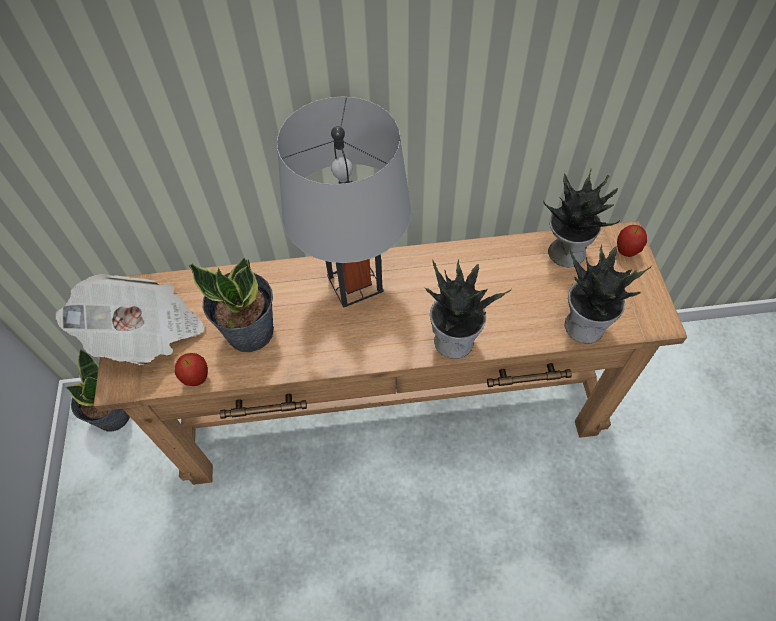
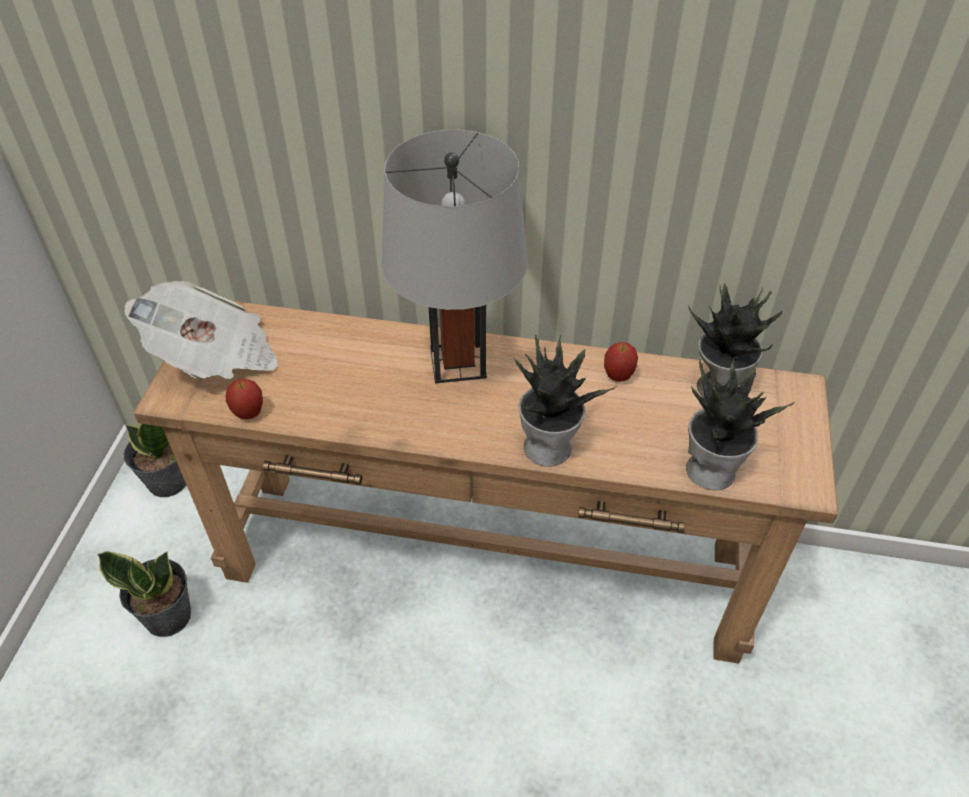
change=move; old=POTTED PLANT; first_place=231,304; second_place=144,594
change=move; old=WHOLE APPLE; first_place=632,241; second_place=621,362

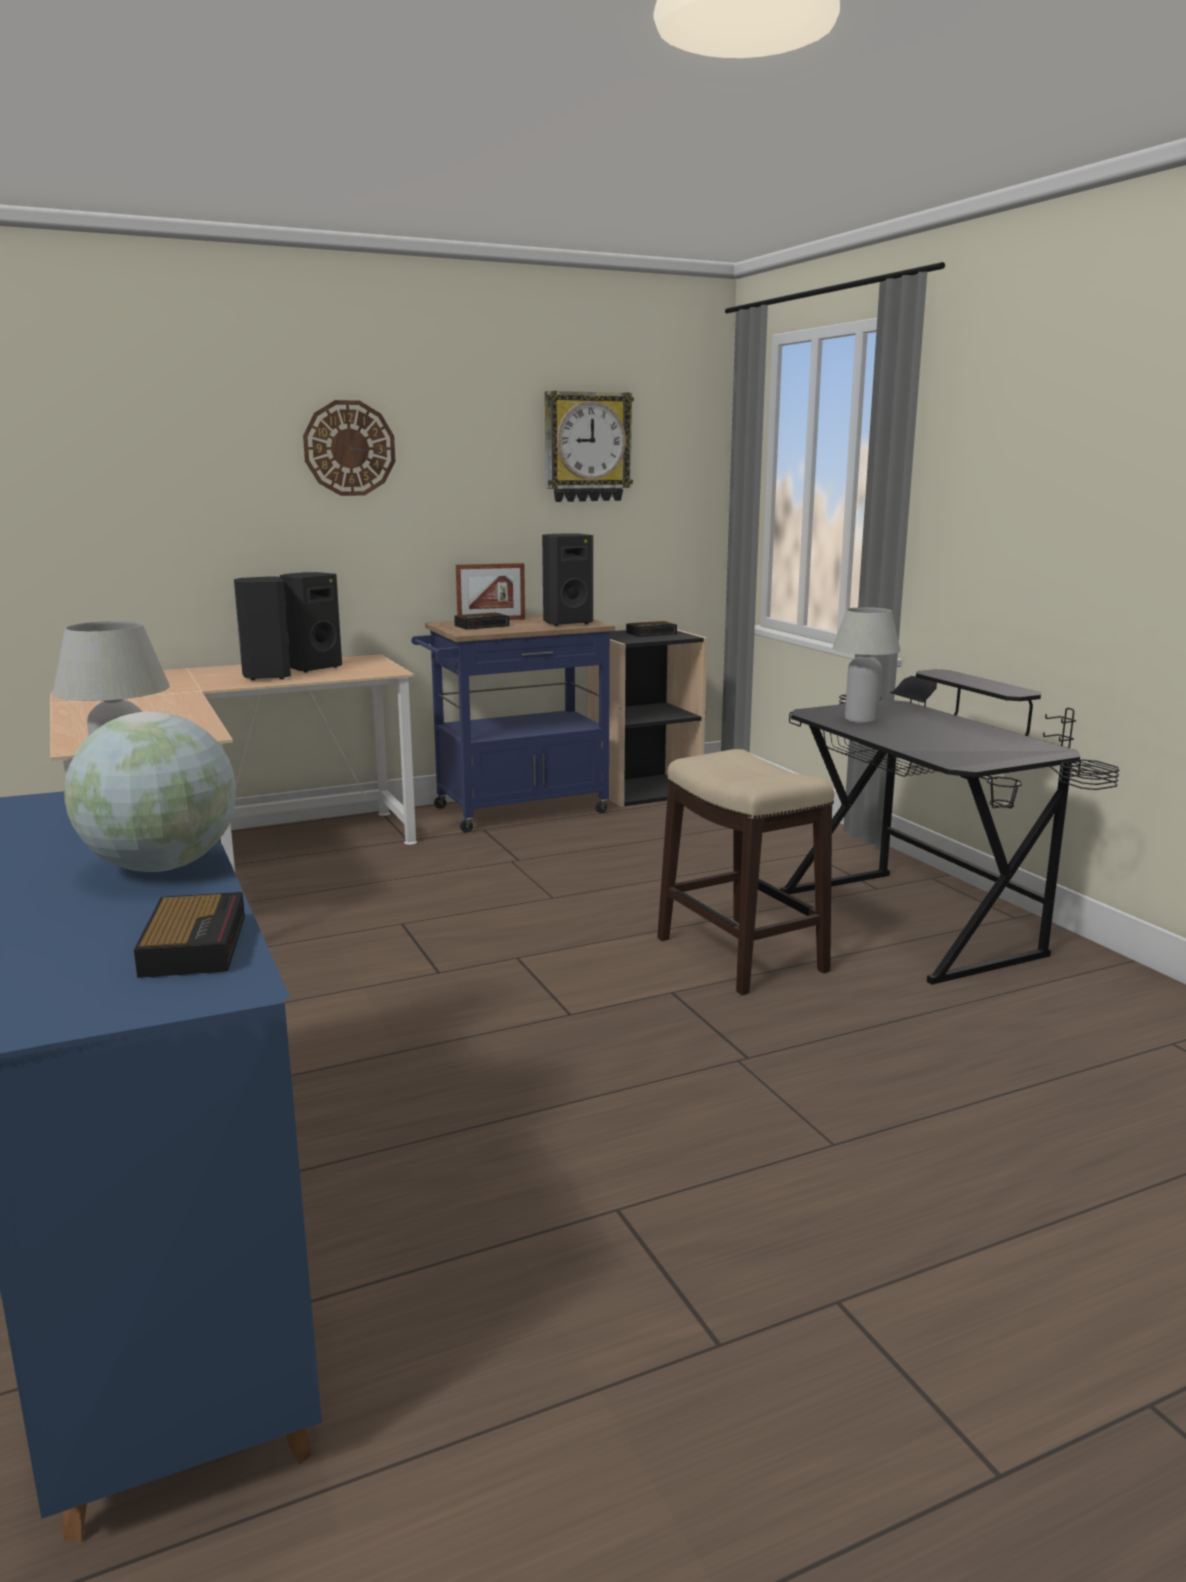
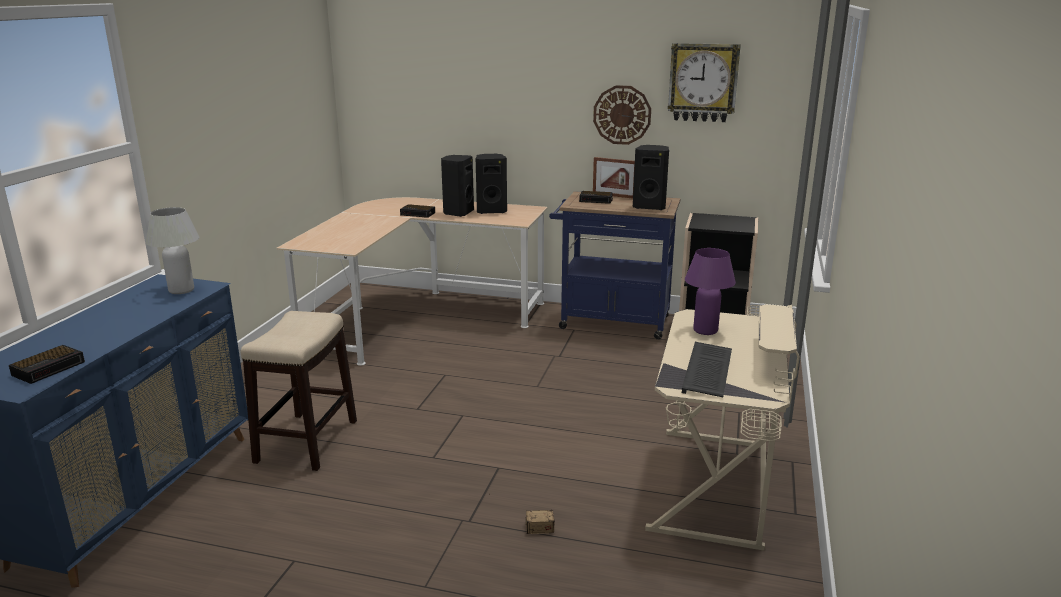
change=delete; old=WORLD GLOBE; first_place=149,792
change=insert; new=STORAGE CONTAINER; second_place=522,513
change=insert; new=PC KEYBOARD; second_place=707,369
change=move; old=CLOCK ON THE WALL; first_place=349,448; second_place=622,115
change=move; old=BEDSIDE CLOCK; first_place=651,629; second_place=417,211
change=move; old=SITTING STOOL; first_place=745,872; second_place=299,391
change=recolor; old=BLACKISH DESK UNIT; new=BEIGE-COLOURED DESK UNIT; first_place=950,827; second_place=722,427
change=recolor; old=WHITE LAMP FOR A TABLE; new=PURPLE-COLOURED LAMP FOR A TABLE; first_place=866,665; second_place=710,291

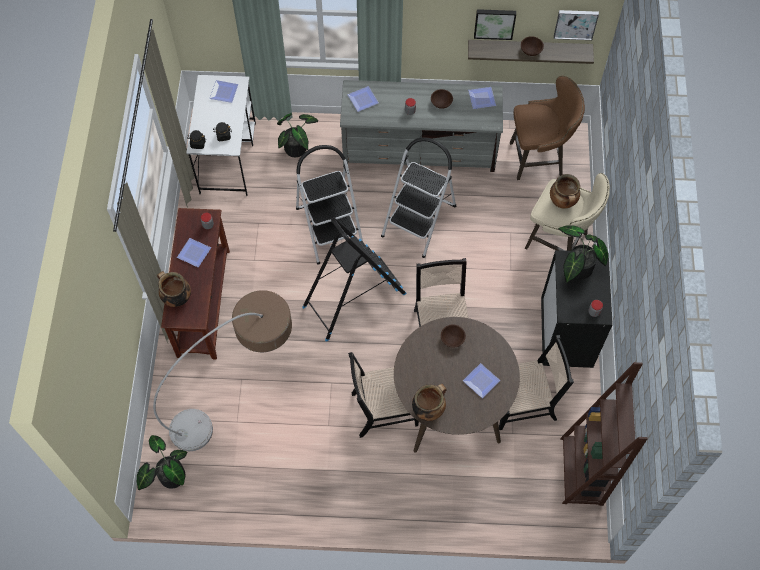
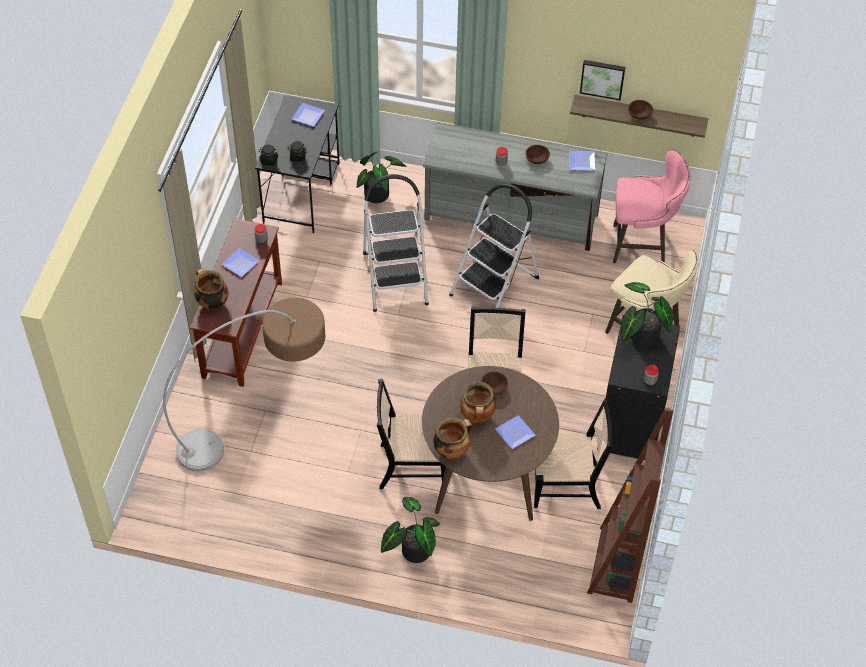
change=delete; old=BLACKISH STEP STOOL; first_place=354,279
change=delete; old=FLAT DISH; first_place=363,99
change=delete; old=PICTURE; first_place=576,25
change=move; old=POTTED PLANT; first_place=162,462; second_place=410,530
change=move; old=SAUCEPOT; first_place=565,191; second_place=478,402
change=recolor; old=WHITE DESK UNIT; new=BLACKISH DESK UNIT; first_place=221,135; second_place=297,164
change=recolor; old=BROWN-COLOURED SITTING STOOL; new=PINKISH SITTING STOOL; first_place=547,128; second_place=652,206

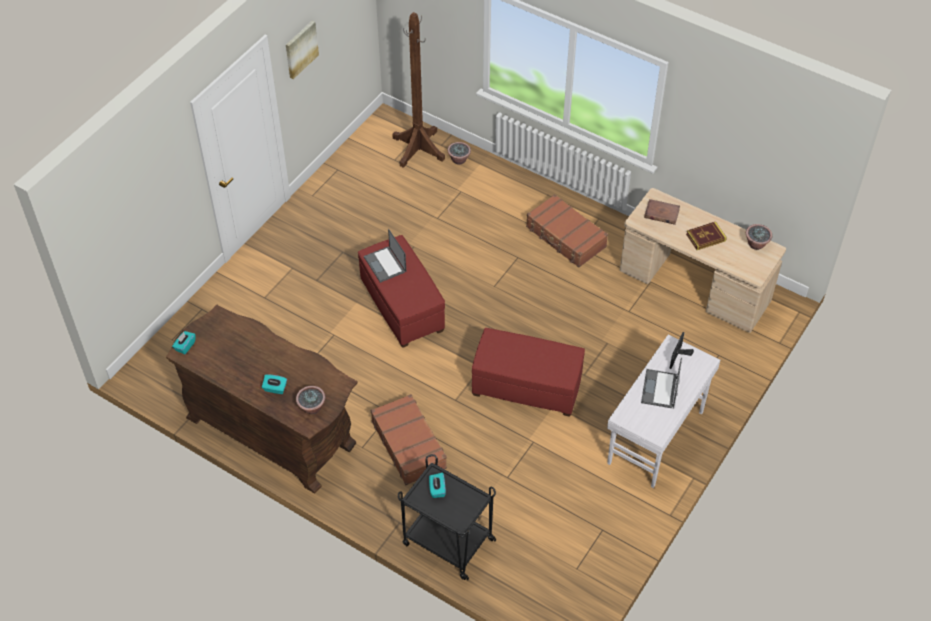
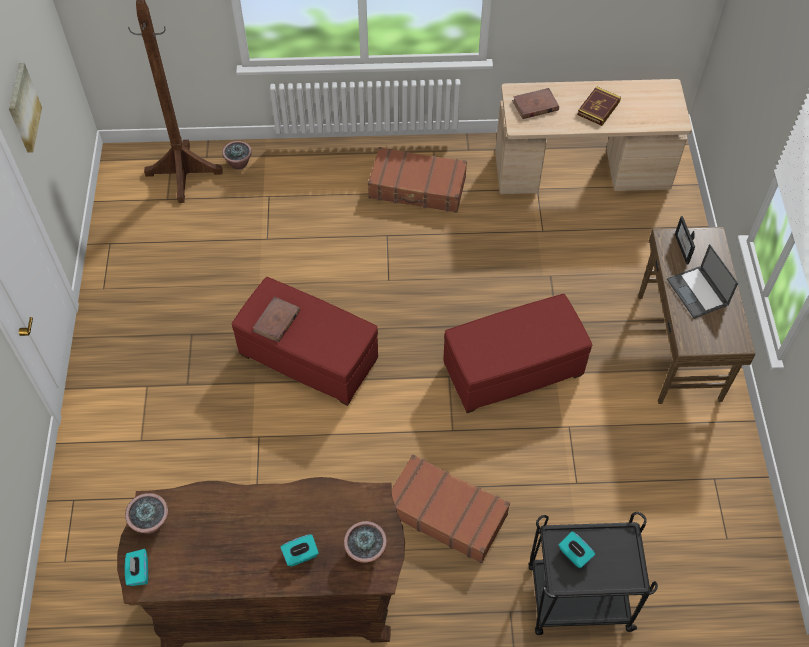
change=move; old=POTTED PLANT; first_place=759,237; second_place=146,513
change=replace; old=LAPTOP; new=BROWN-COLOURED BOOK; first_place=385,256; second_place=276,319
change=recolor; old=WHITE CONSOLE TABLE; new=BROWN-COLOURED CONSOLE TABLE; first_place=663,411; second_place=696,315

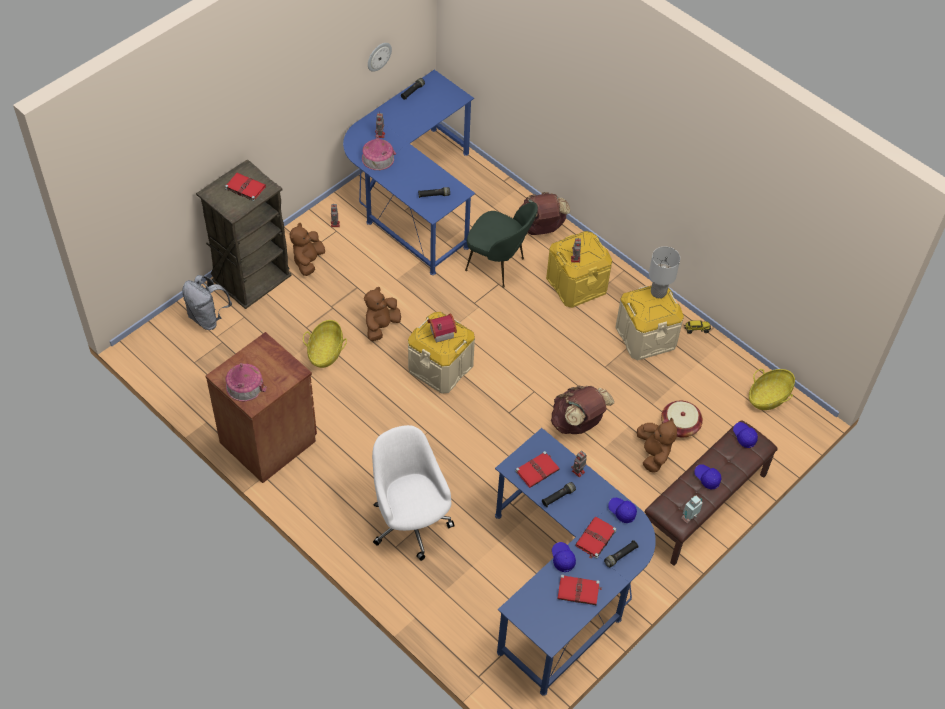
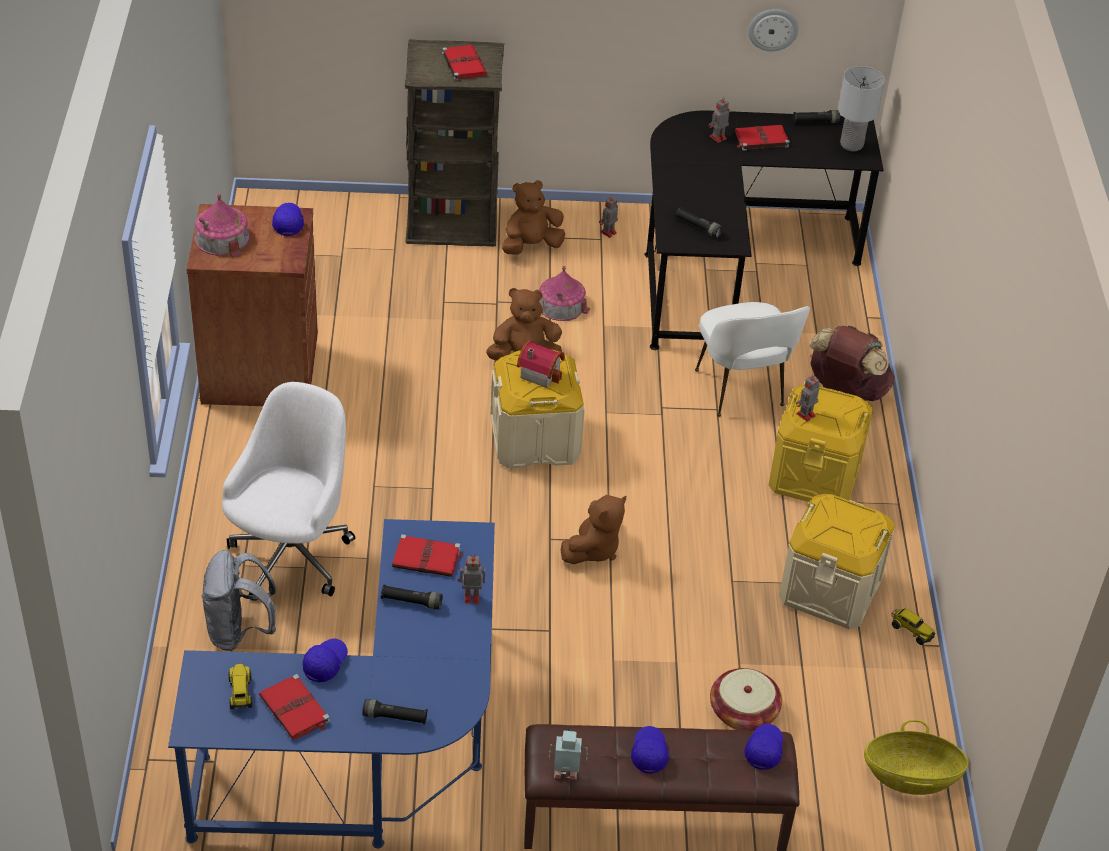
change=delete; old=STORAGE BASKET; first_place=325,344
change=delete; old=BROWN-COLOURED BACKPACK; first_place=582,409
change=insert; new=TOY TRUCK; second_place=241,686
change=move; old=GREYISH BACKPACK; first_place=207,302; second_place=239,600
change=move; old=MINIATURE HOUSE; first_place=379,152; second_place=564,293
change=move; old=REDDISH BOOK; first_place=596,538; second_place=762,138
change=move; old=BLUISH PEAKED CAP; first_place=622,510; second_place=288,219
change=move; old=BROWN-COLOURED PLUSH TOY; first_place=657,445; second_place=593,529
change=move; old=GREYISH LAMP FOR A TABLE; first_place=664,272; second_place=861,109
change=recolor; old=BLUISH DESK UNIT; new=BLACKISH DESK UNIT; first_place=409,172; second_place=763,230
change=recolor; old=GREEN-COLOURED PLAIN CHAIR; new=WHITE PLAIN CHAIR; first_place=501,245; second_place=752,359

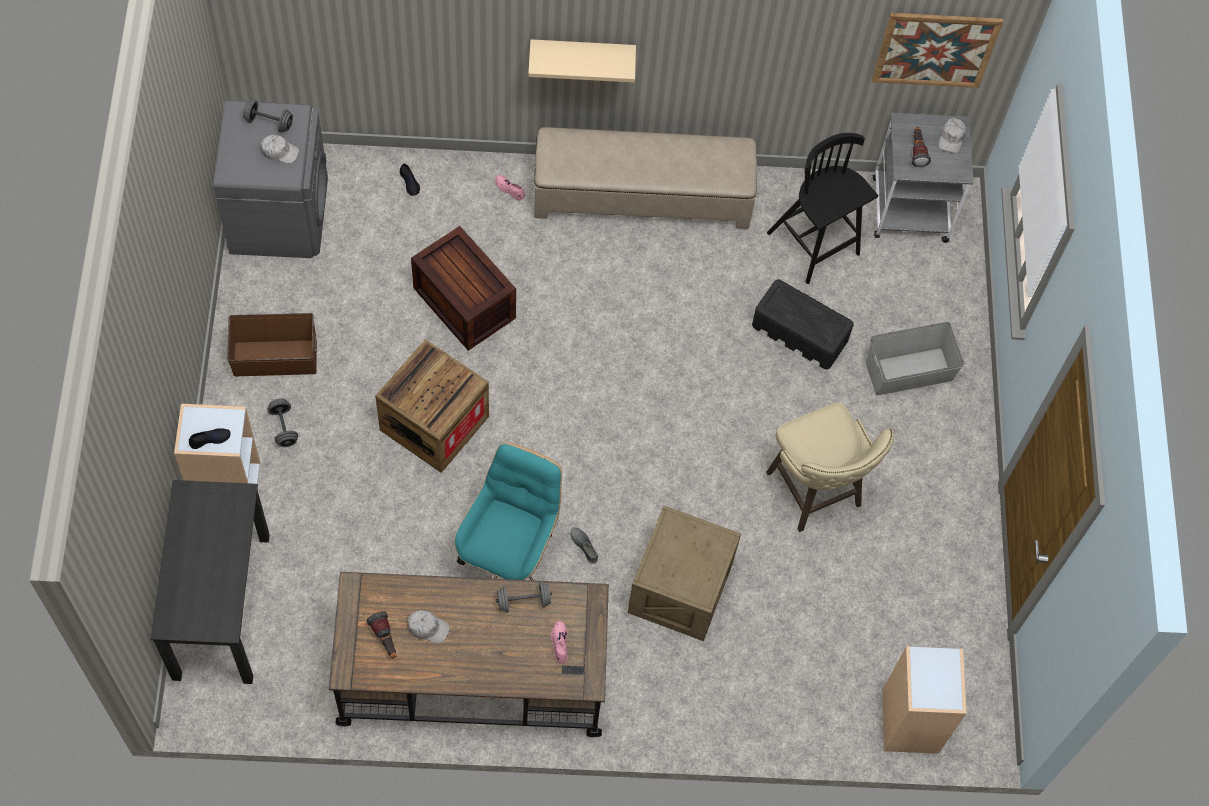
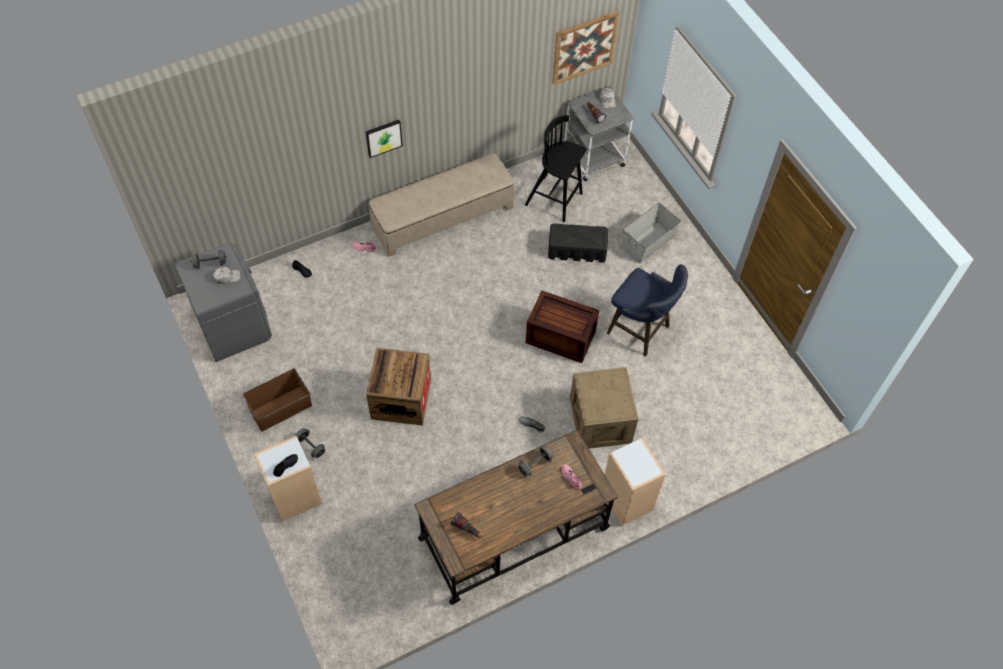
change=delete; old=BLACKISH DESK UNIT; first_place=210,582
change=delete; old=WHITE PEAKED CAP; first_place=428,626
change=delete; old=BLUE-GREEN DESK CHAIR; first_place=508,511
change=move; old=CRATE; first_place=463,288; second_place=562,327
change=move; old=BOOKSHELF; first_place=924,700; second_place=635,481
change=replace; old=BEIGE-COLOURED BRACKET SHELF; new=PICTURE; first_place=582,61; second_place=384,139
change=recolor; old=BEIGE-COLOURED SITTING STOOL; new=BLUISH SITTING STOOL; first_place=830,467; second_place=647,310

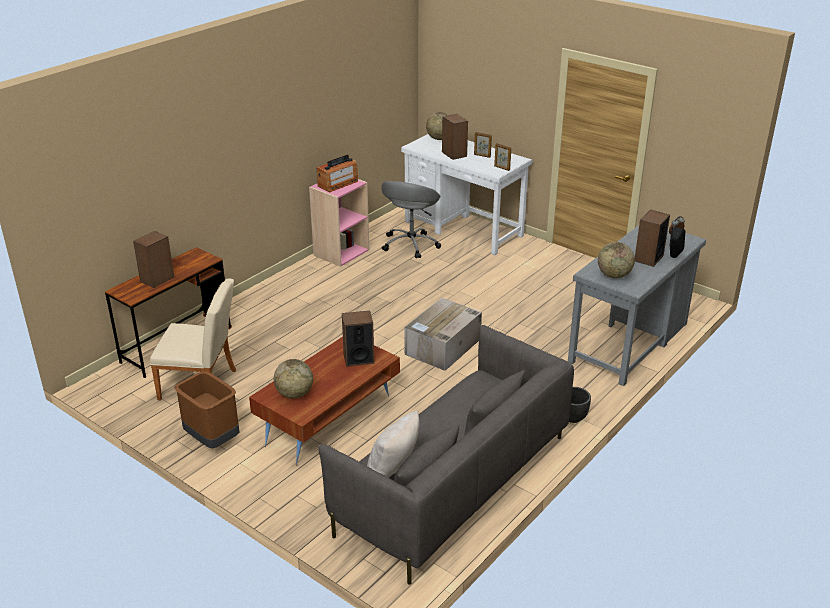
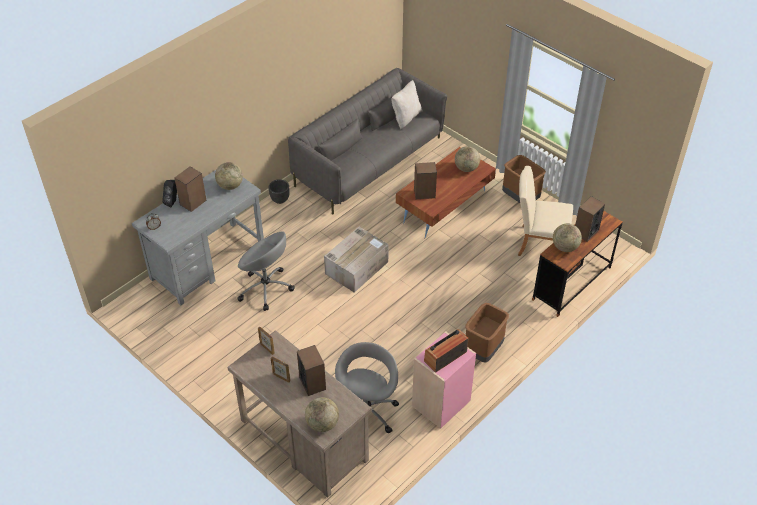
change=insert; new=GREYISH DESK CHAIR; second_place=266,271
change=insert; new=BROWN-COLOURED TRASH CAN; second_place=487,333
change=insert; new=WORLD GLOBE; second_place=567,237
change=recolor; old=WHITE DESK UNIT; new=BROWN-COLOURED DESK UNIT; first_place=466,194; second_place=300,414

